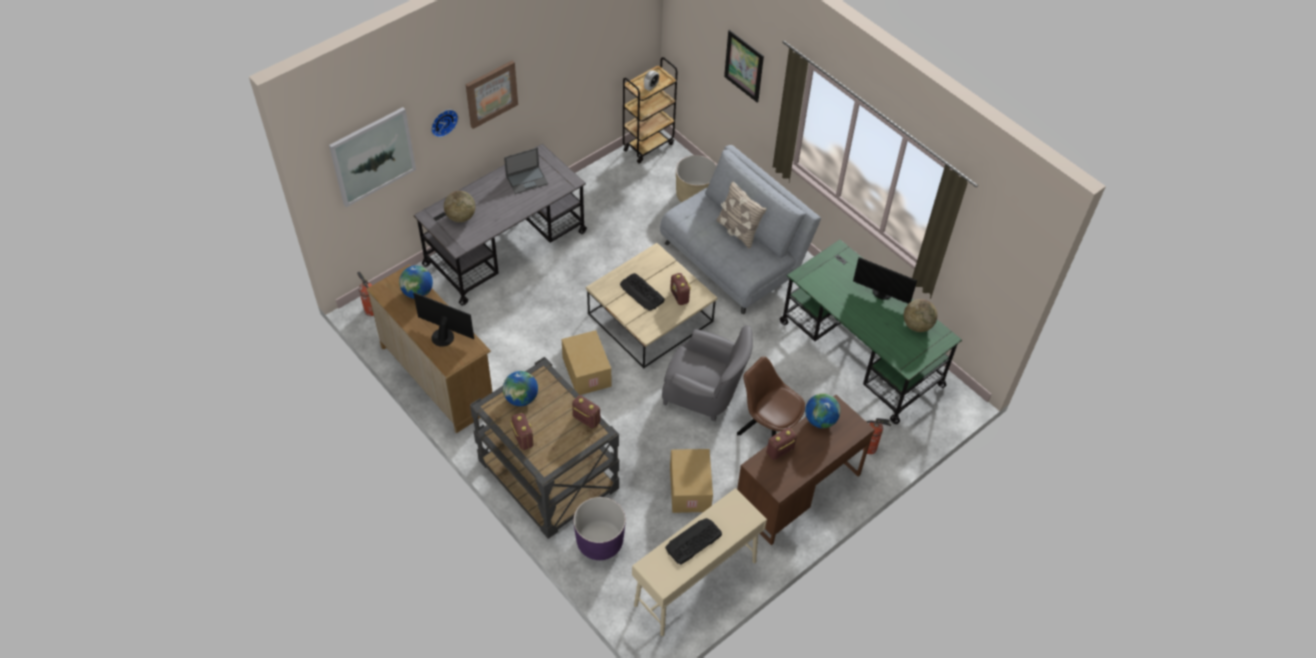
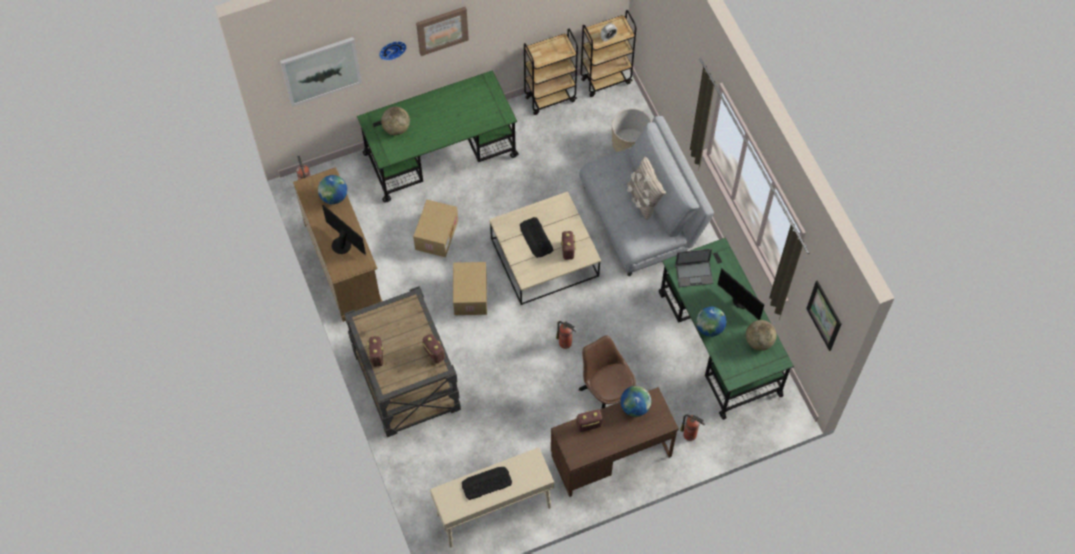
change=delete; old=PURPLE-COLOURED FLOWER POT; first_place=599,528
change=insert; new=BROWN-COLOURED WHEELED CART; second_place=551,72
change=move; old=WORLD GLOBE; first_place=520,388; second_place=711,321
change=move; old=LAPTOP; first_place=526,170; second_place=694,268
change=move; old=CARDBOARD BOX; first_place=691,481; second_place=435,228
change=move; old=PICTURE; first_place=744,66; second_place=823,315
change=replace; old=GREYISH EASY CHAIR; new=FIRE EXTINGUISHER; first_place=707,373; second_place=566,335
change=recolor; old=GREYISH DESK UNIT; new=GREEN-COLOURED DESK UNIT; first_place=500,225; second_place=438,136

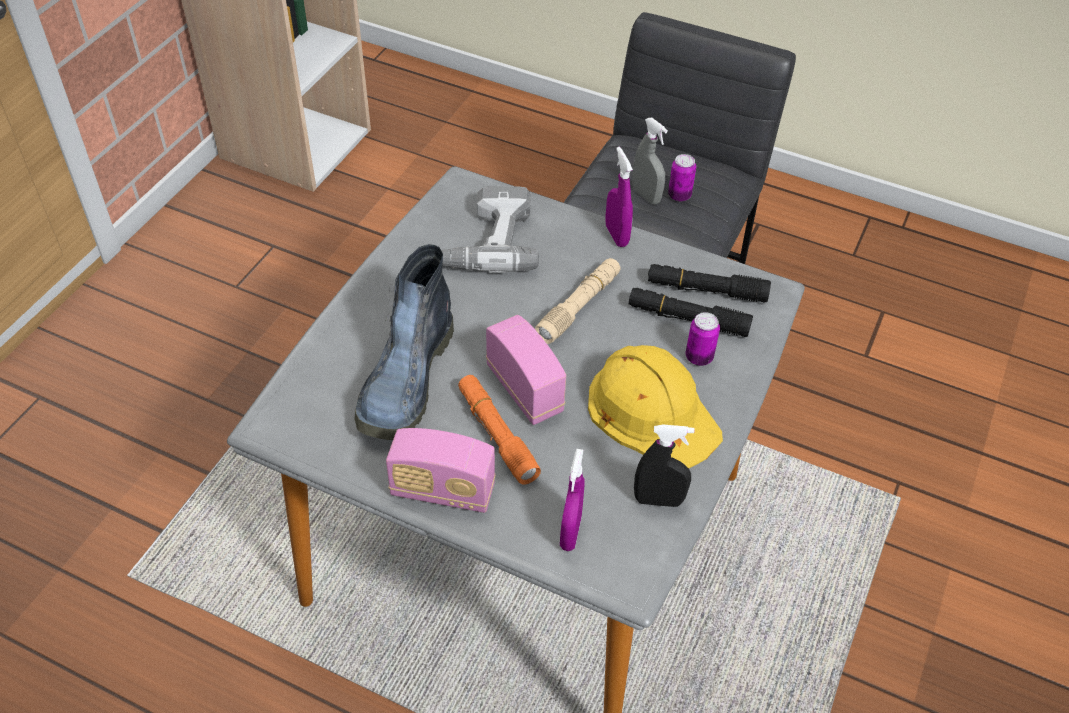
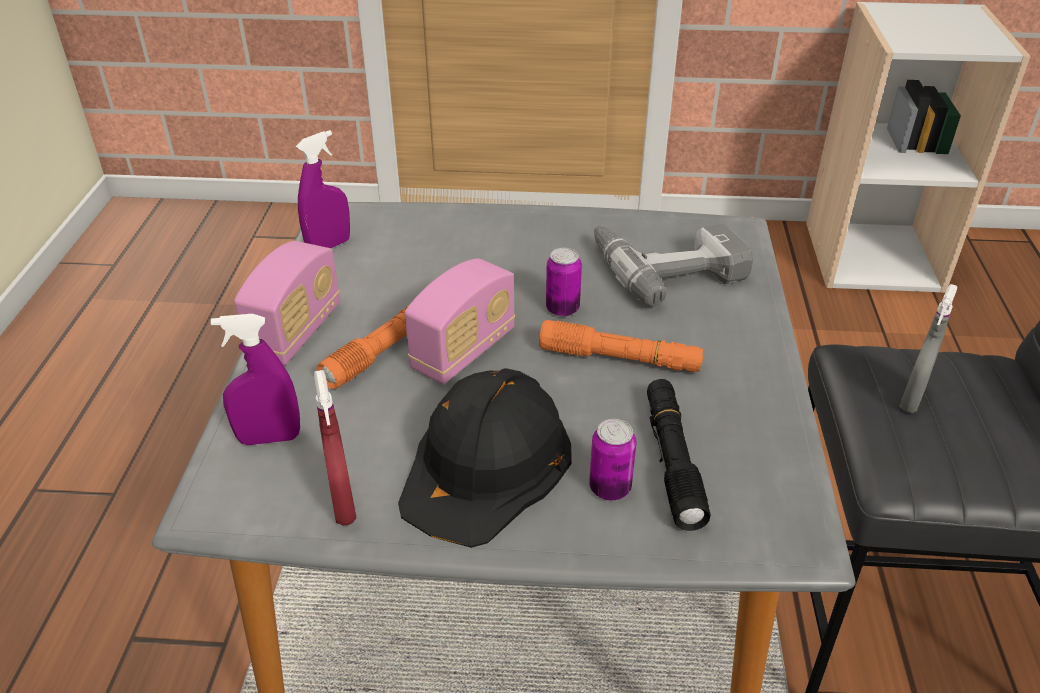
change=delete; old=TALL BOOT; first_place=404,342
change=delete; old=BLACKISH TORCH; first_place=709,283
change=move; old=PURPLE-COLOURED SPRAYER; first_place=619,197; second_place=323,189
change=move; old=CAN; first_place=682,178; second_place=564,282
change=recolor; old=BEIGE-COLOURED TORCH; new=ORANGE-COLOURED TORCH; first_place=578,301; second_place=621,346
change=recolor; old=YELLOW HARD HAT; new=BLACKISH HARD HAT; first_place=655,406; second_place=485,458
change=recolor; old=BLACKISH SPRAYER; new=REDDISH SPRAYER; first_place=664,466; second_place=335,447
change=rotate; old=RADIO SET; first_place=440,470; second_place=287,303; degrees=-150

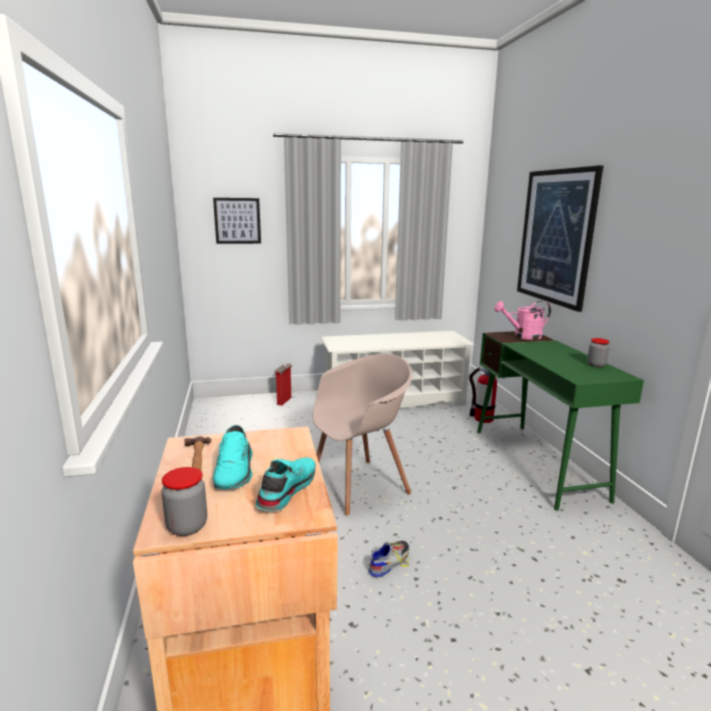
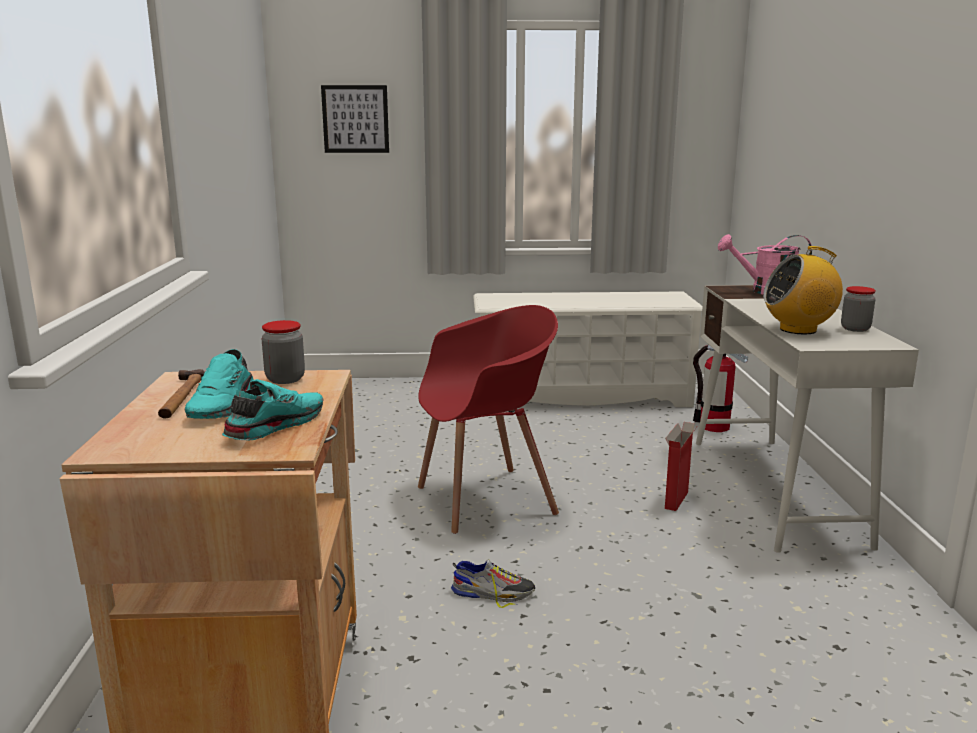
change=delete; old=PICTURE; first_place=560,238
change=insert; new=RADIO SET; second_place=803,290
change=move; old=PRESERVE JAR; first_place=184,501; second_place=283,352
change=move; old=CARDBOARD BOX; first_place=283,385; second_place=681,466
change=recolor; old=BEIGE-COLOURED PLAIN CHAIR; new=REDDISH PLAIN CHAIR; first_place=362,435; second_place=488,419
change=recolor; old=GREEN-COLOURED DESK UNIT; new=WHITE DESK UNIT; first_place=560,421; second_place=807,419
change=rotate; old=SHOE; first_place=388,559; second_place=493,583; degrees=45

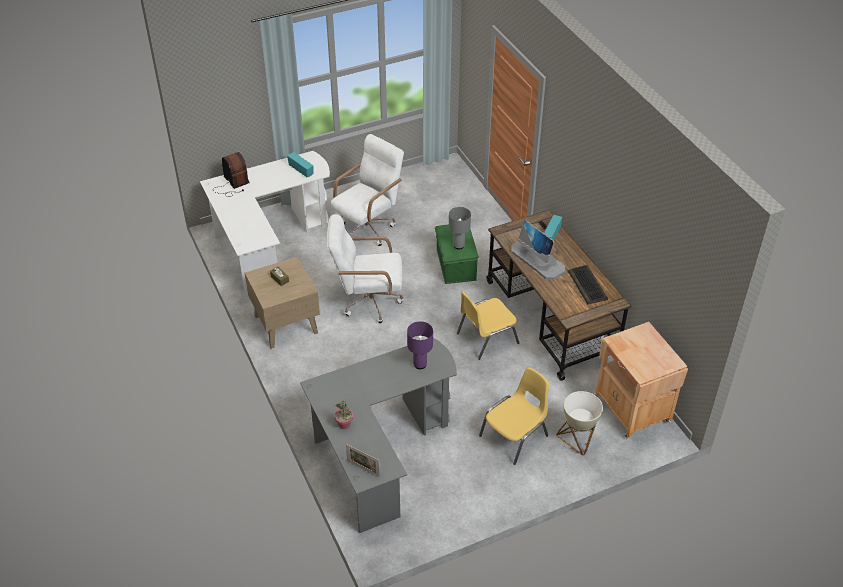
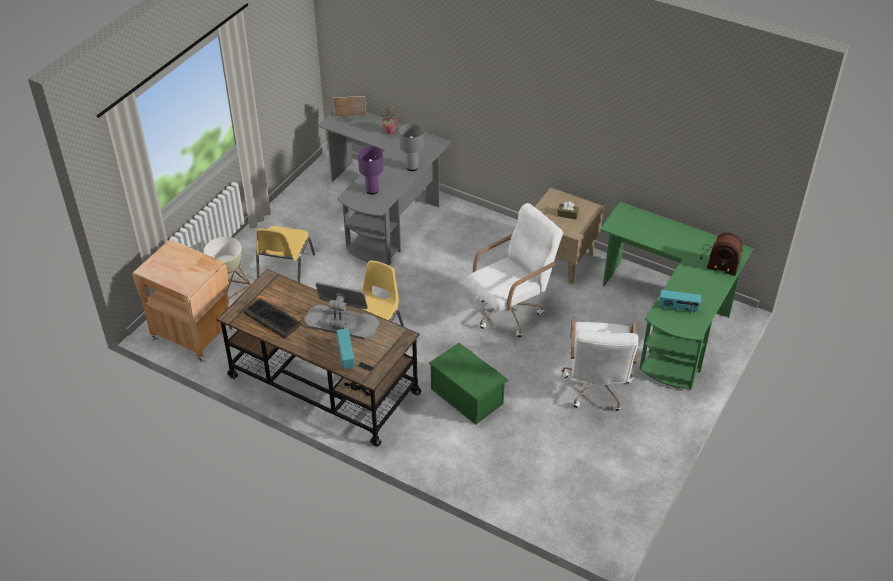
change=move; old=GREYISH LAMP FOR A TABLE; first_place=460,228; second_place=411,147
change=recolor; old=WHITE DESK UNIT; new=GREEN-COLOURED DESK UNIT; first_place=265,225; second_place=676,296

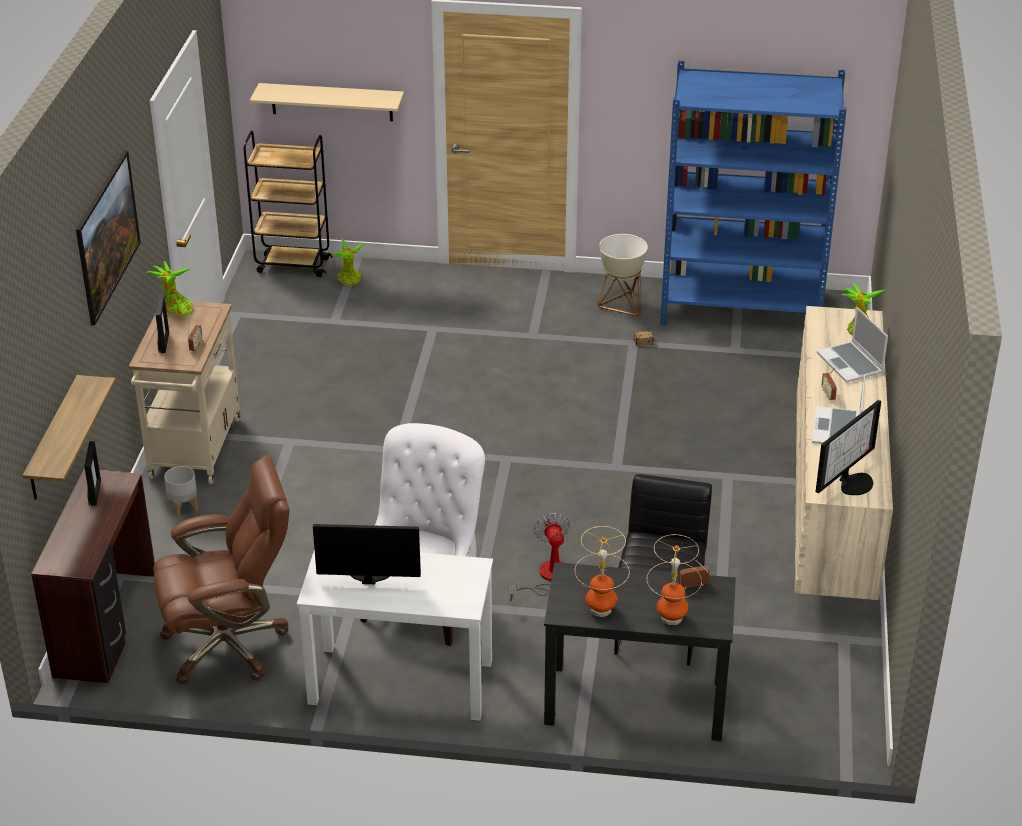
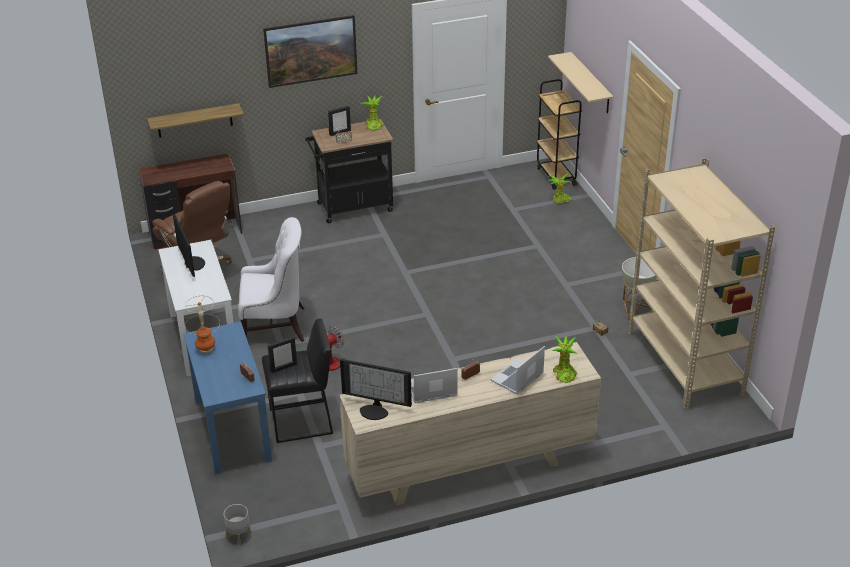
change=delete; old=LAMP FOR A TABLE; first_place=674,579
change=move; old=PHOTO FRAME; first_place=92,473; second_place=282,354
change=move; old=GREYISH FLOWER POT; first_place=181,491; second_place=237,524
change=recolor; old=BEIGE-COLOURED WHEELED CART; new=BLACKISH WHEELED CART; first_place=184,391; second_place=349,171
change=recolor; old=BLACKISH DESK UNIT; new=BLUISH DESK UNIT; first_place=640,651; second_place=227,398
change=recolor; old=BLUISH BOOKSHELF; new=BEIGE-COLOURED BOOKSHELF; first_place=753,193; second_place=701,284

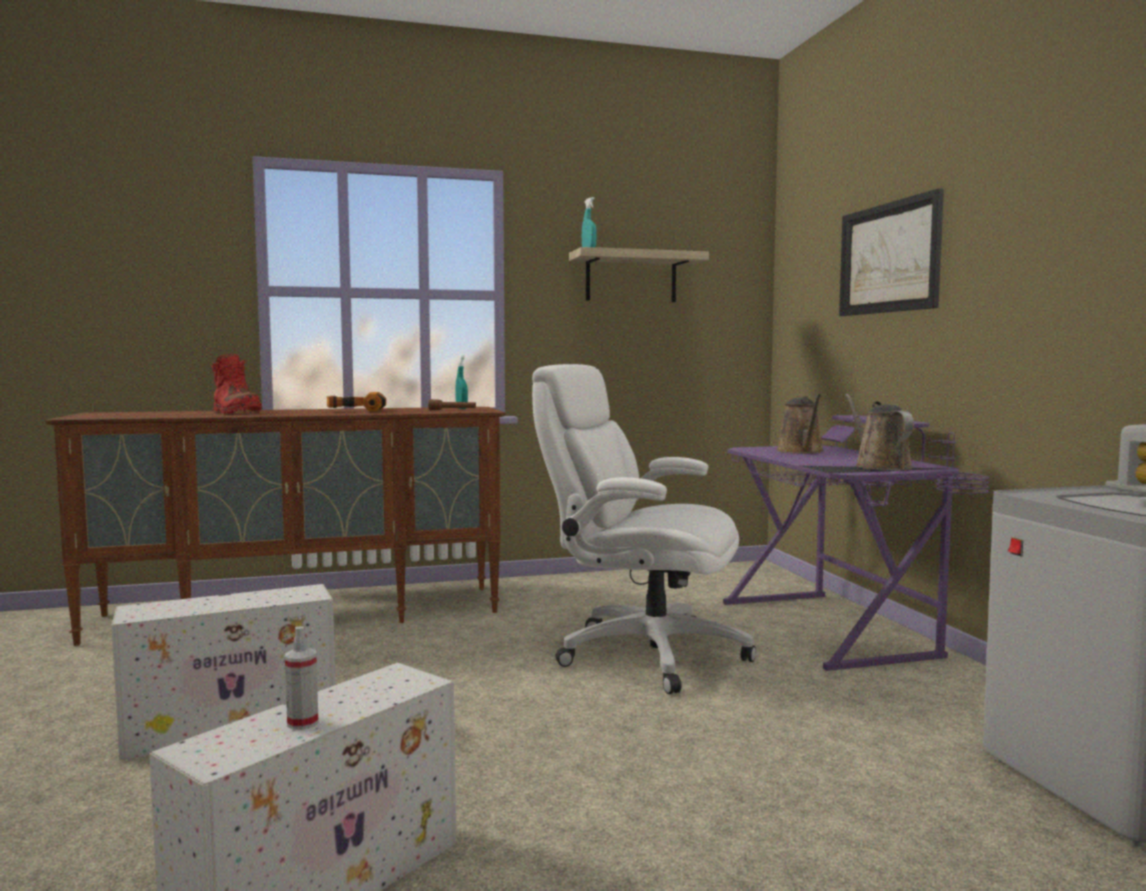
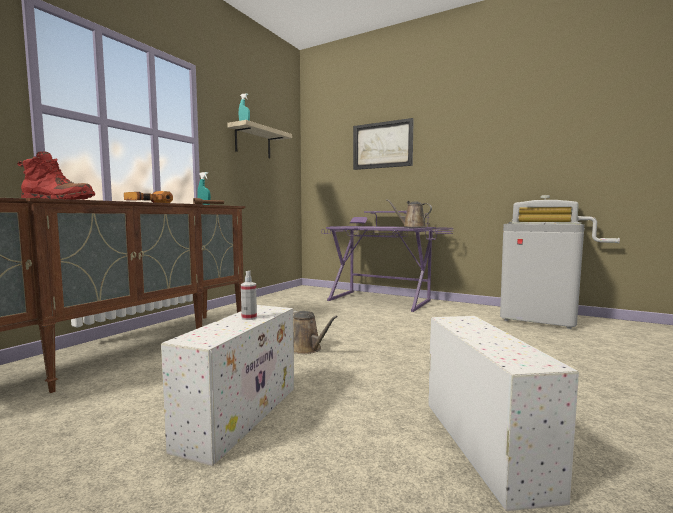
change=delete; old=WHITE DESK CHAIR; first_place=644,529
change=move; old=SPRAYER; first_place=301,678; second_place=249,295
change=move; old=BROWN-COLOURED WATERING CAN; first_place=800,424; second_place=315,332

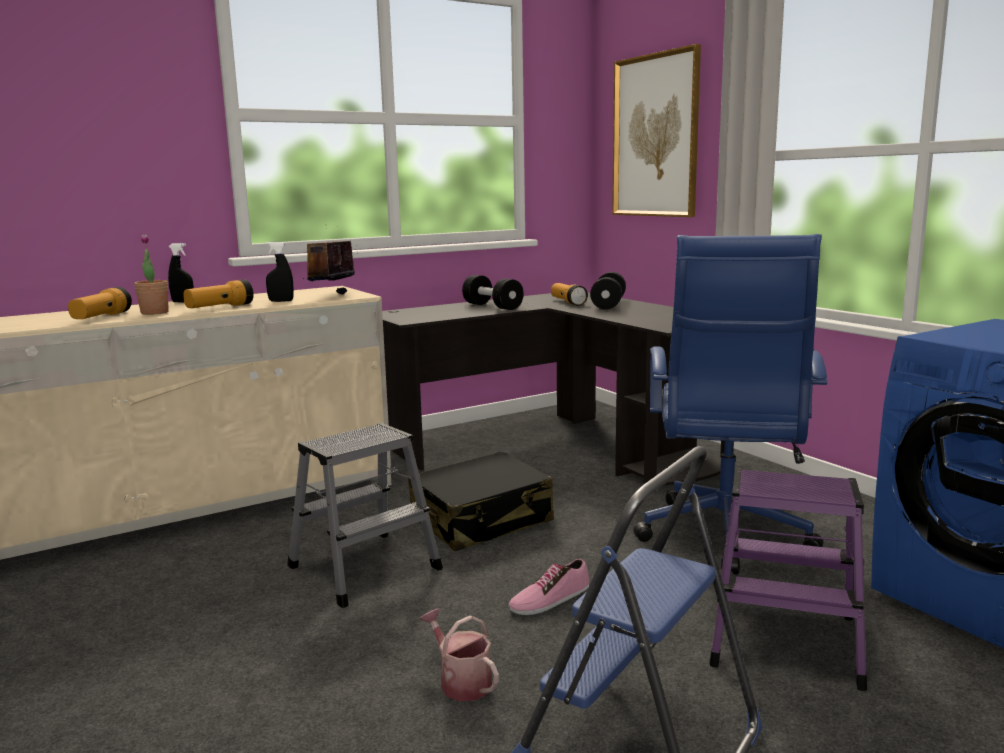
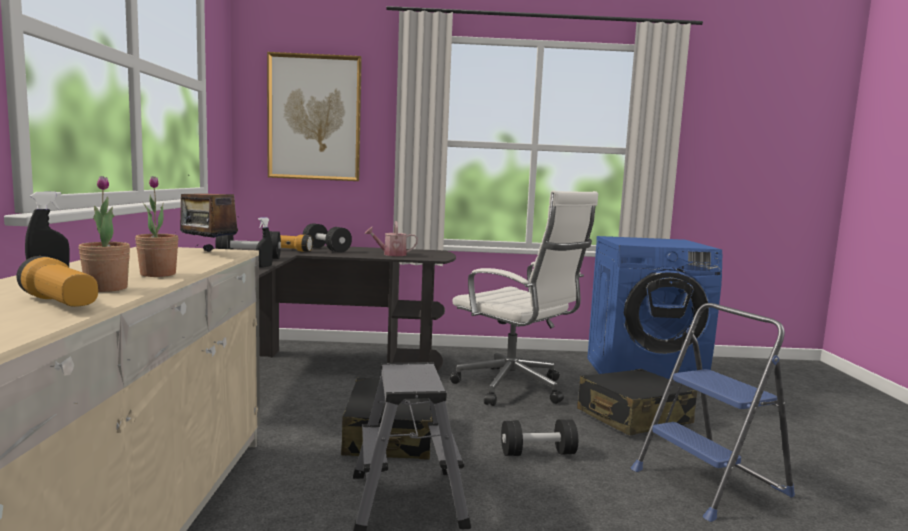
change=move; old=BLACKISH SPRAYER; first_place=280,272; second_place=264,242
change=move; old=WATERING CAN; first_place=459,654; second_place=391,238
change=replace; old=TORCH; new=POTTED PLANT; first_place=218,294; second_place=157,226
change=replace; old=SHOE; new=BLACKISH HAND WEIGHT; first_place=549,587; second_place=539,437
change=replace; old=PURPLE-COLOURED STEP STOOL; new=BLACKISH TRAVEL CASE; first_place=788,579; second_place=637,402
change=recolor; old=BLUISH DESK CHAIR; new=WHITE DESK CHAIR; first_place=730,404; second_place=524,298

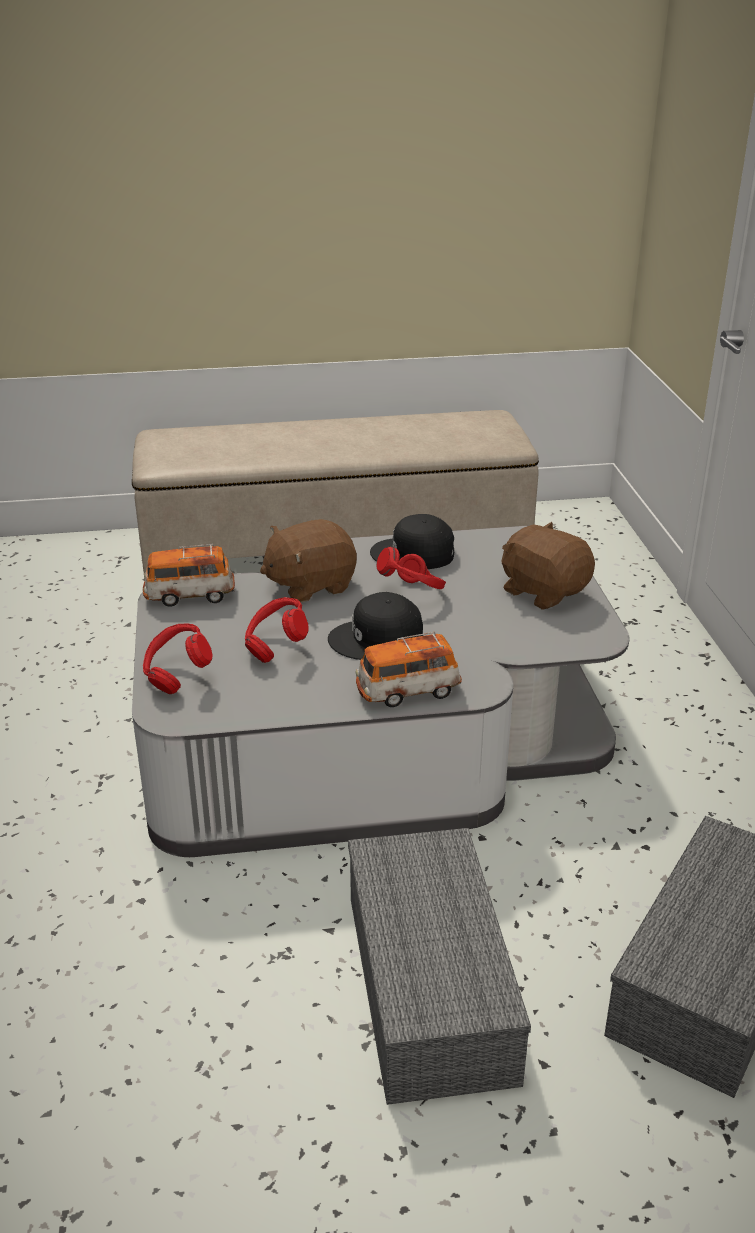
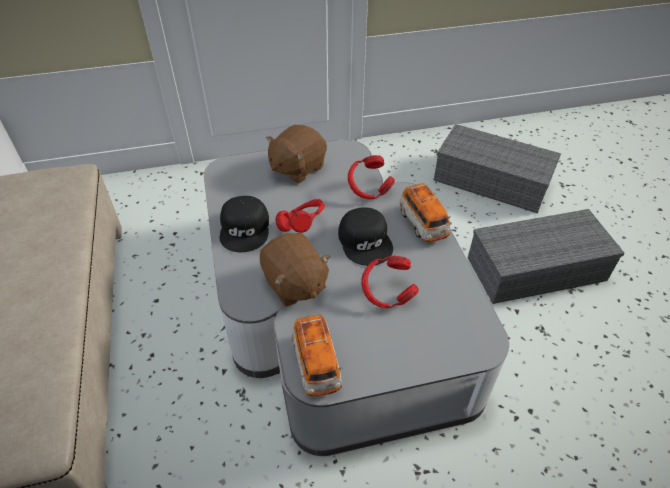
change=move; old=REDDISH HEADSET; first_place=178,659; second_place=371,177

